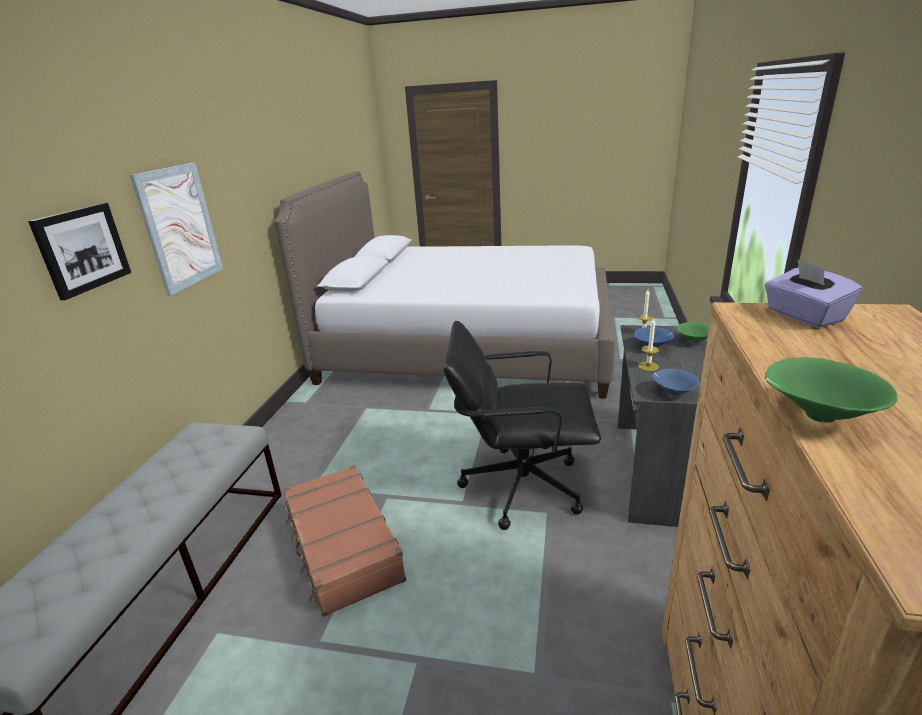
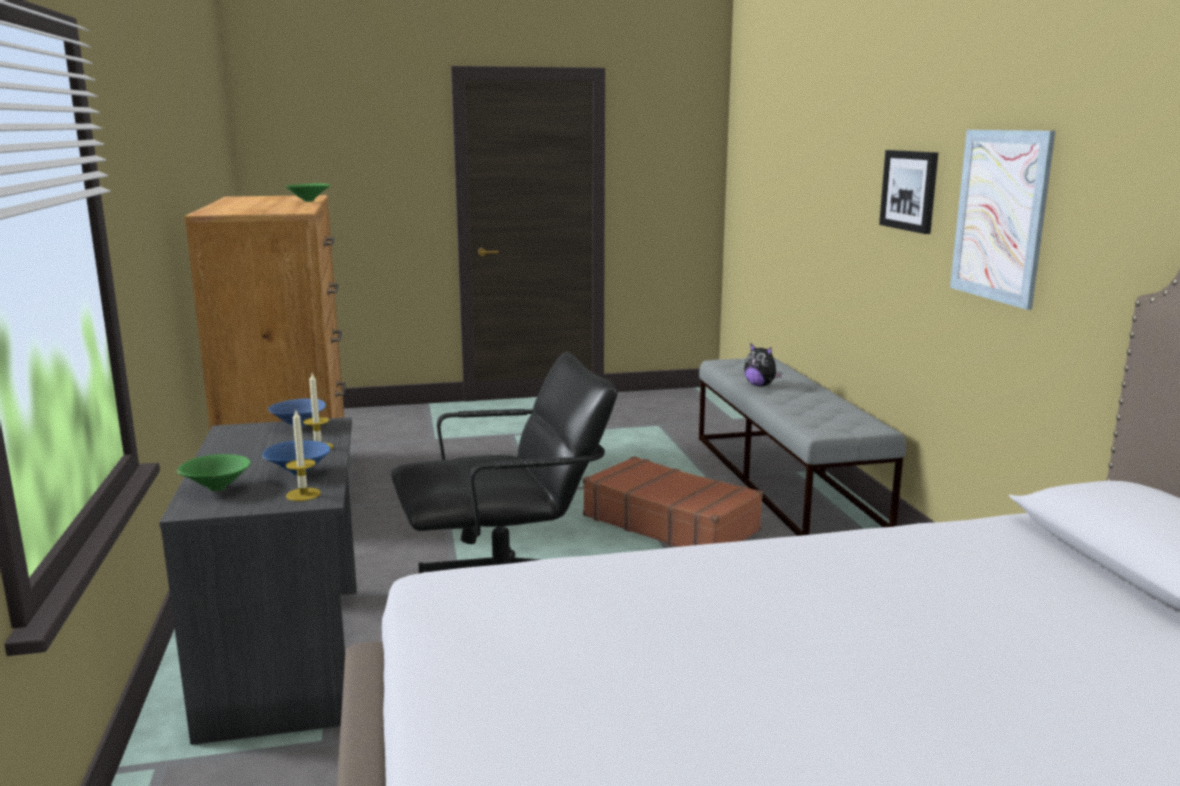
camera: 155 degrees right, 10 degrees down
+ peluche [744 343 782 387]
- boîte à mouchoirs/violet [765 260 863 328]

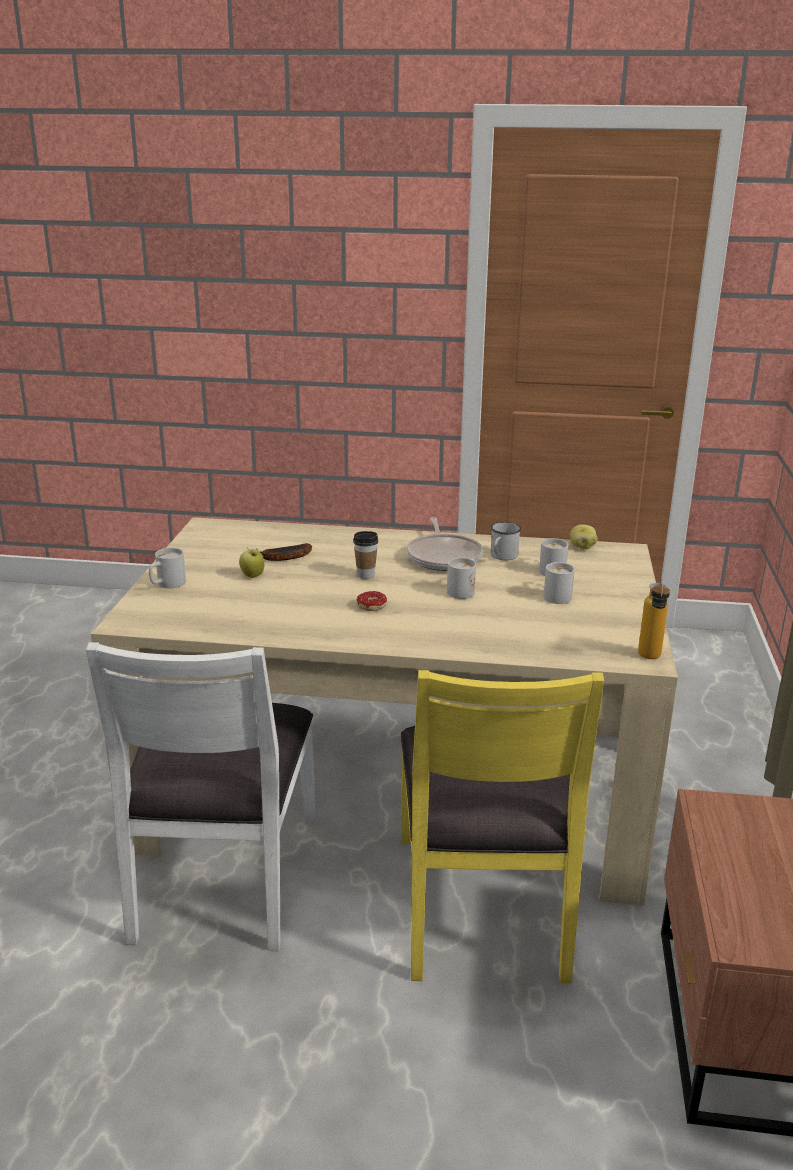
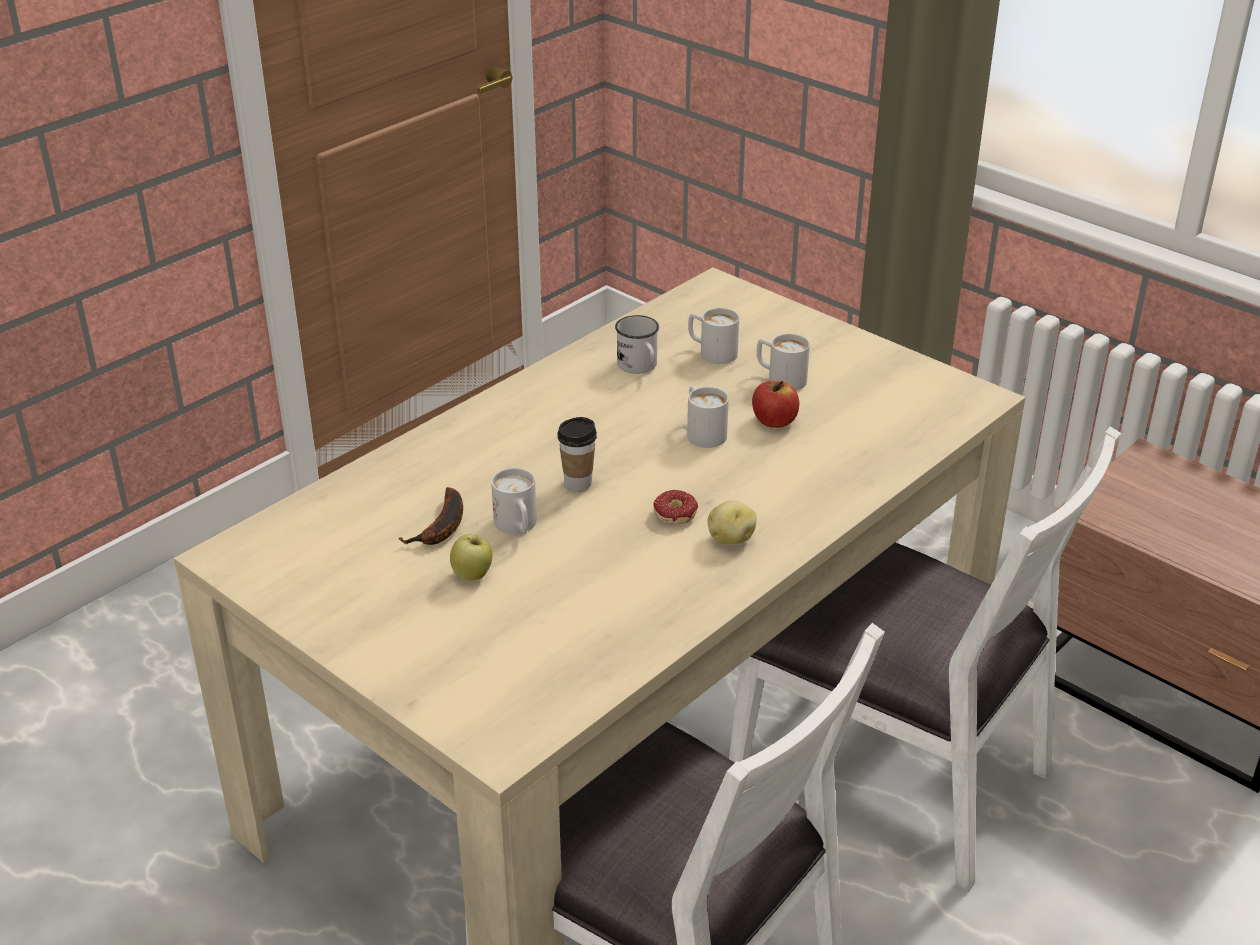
camera: 55 degrees left, 10 degrees up
~ mug/blanc [149 548 186 588] to [491 468 537 534]
~ pomme de terre [569 524 597 550] to [707 500 757 544]
~ chaise/jaune [401 670 604 984] to chaise/blanc [729 426 1121 892]
+ pomme [752 381 799 428]
- poêle [407 517 484 571]
- bouteille [638 579 670 659]

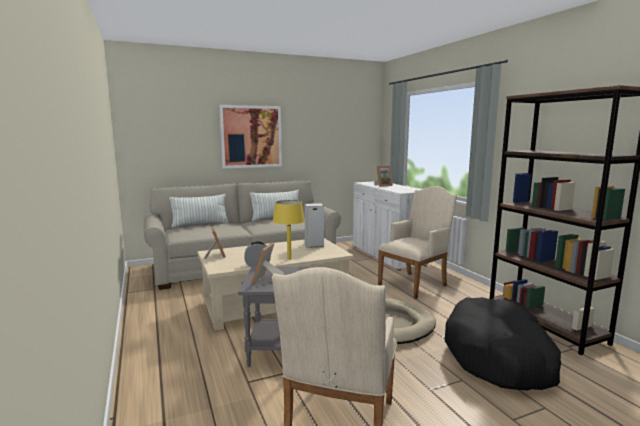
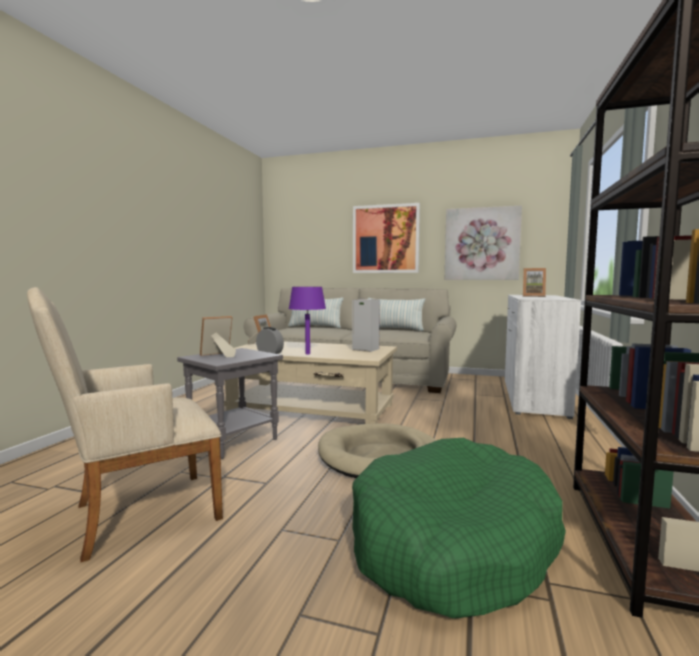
camera: 40 degrees right, 5 degrees down
~ lampe de table/jaune [273 200 305 260] to lampe de table/violet [289 287 326 354]
~ panier pour chien/noir [445 297 561 390] to panier pour chien/vert [352 438 566 618]
+ tableau [445 206 522 280]
- fauteuil/beige [378 186 457 299]

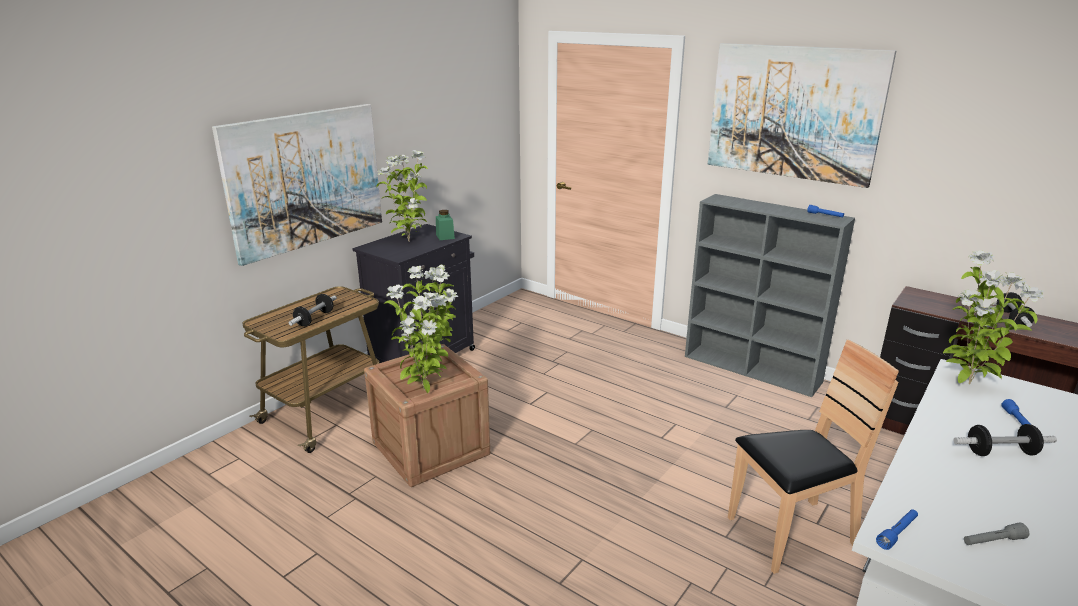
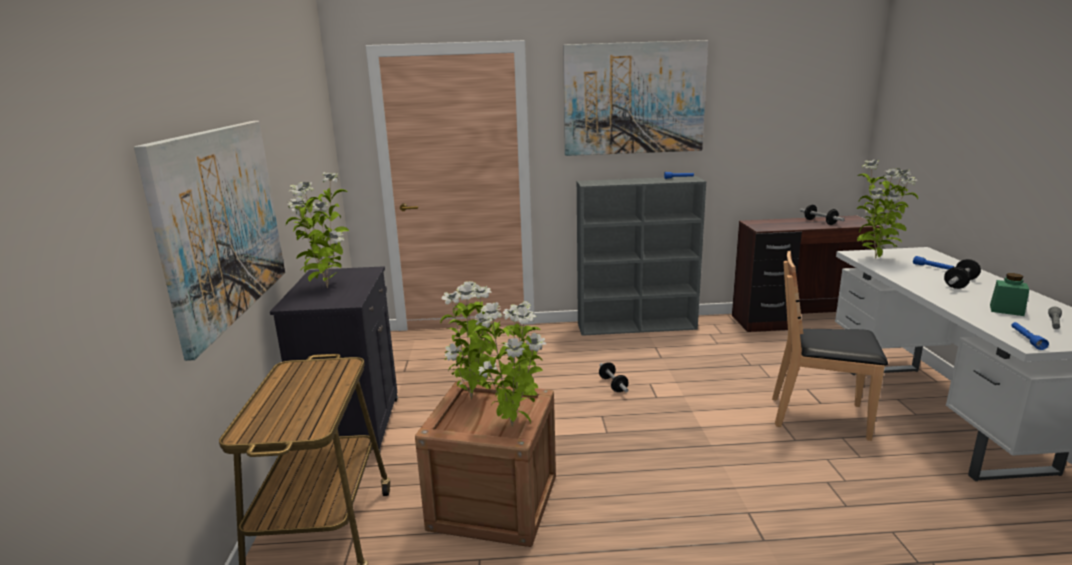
camera: 40 degrees left, 5 degrees down
~ haltère [288 294 337 326] to [599 362 628 392]
~ chaise/marron [728 340 899 574] = [772 251 888 441] 105 degrees counterclockwise
~ bocal/vert [436 210 455 240] to [990 273 1029 316]

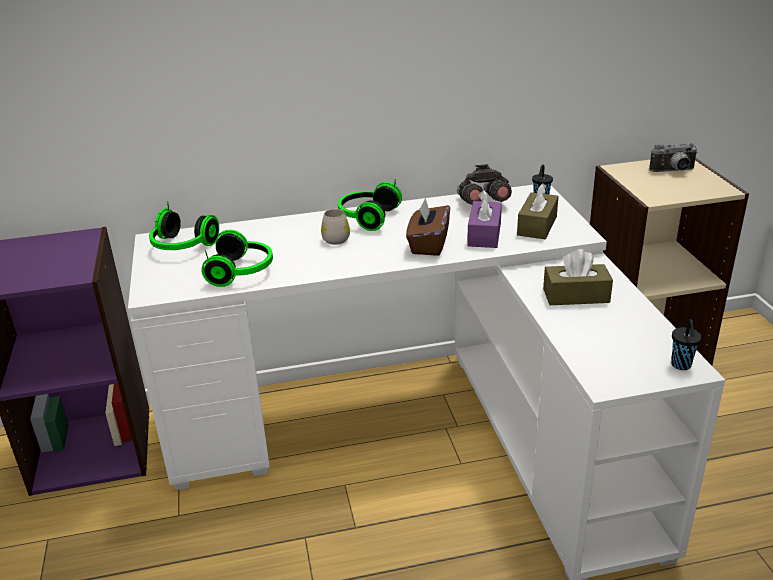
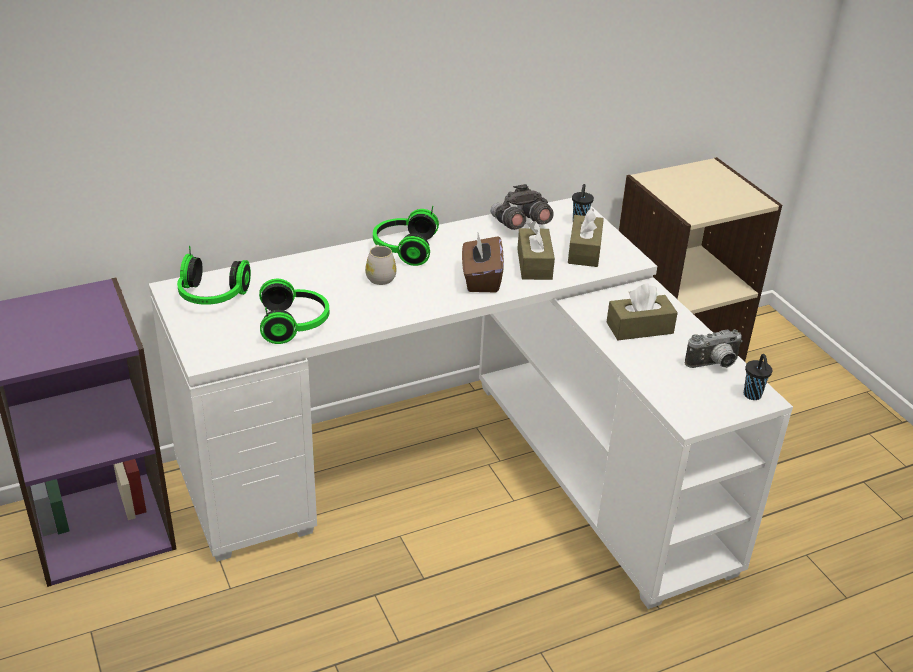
camera: 15 degrees left, 5 degrees up
~ boîte à mouchoirs/violet [467 191 502 248] to boîte à mouchoirs/marron [517 221 555 280]
~ appareil photo [649 143 698 172] to [685 329 743 368]

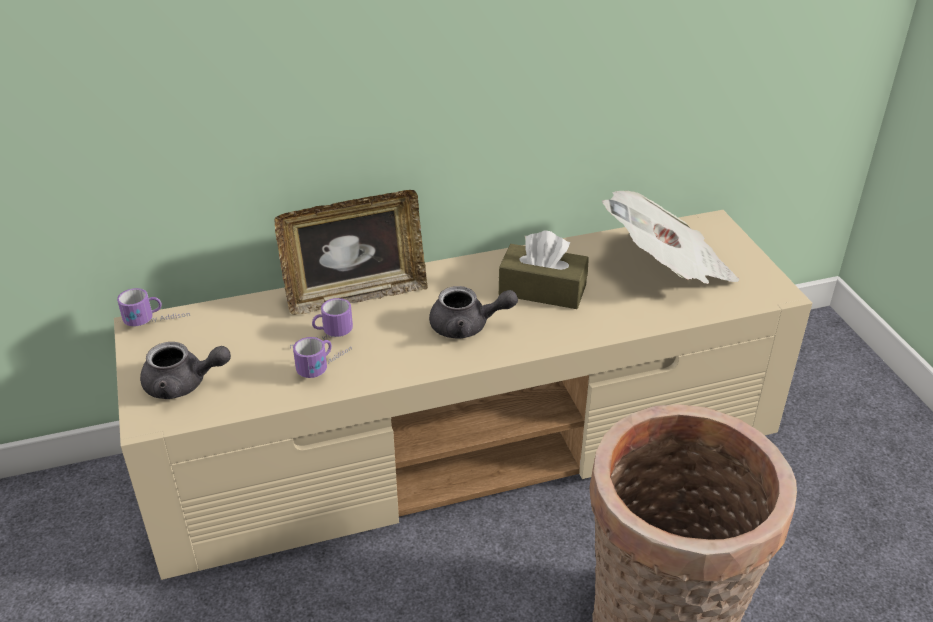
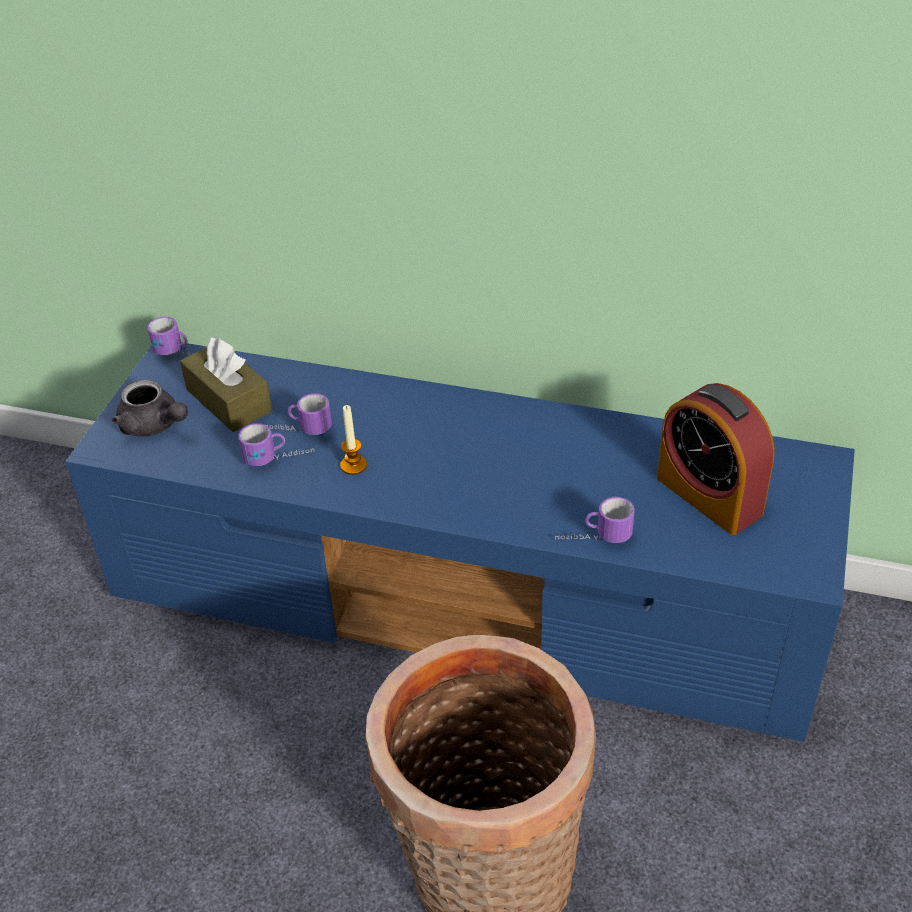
camera: 35 degrees right, 5 degrees up
~ meuble télé/beige [114 210 812 580] to meuble télé/bleu [65 342 855 742]
~ boîte à mouchoirs/marron [499 231 589 309] to [180 338 273 432]
+ bougie [340 405 367 475]
+ mug [555 497 635 543]
~ journal [602 191 739 284] to réveil [657 383 775 535]
- cadre photo [275 190 428 315]
- théière/gris [429 286 518 338]

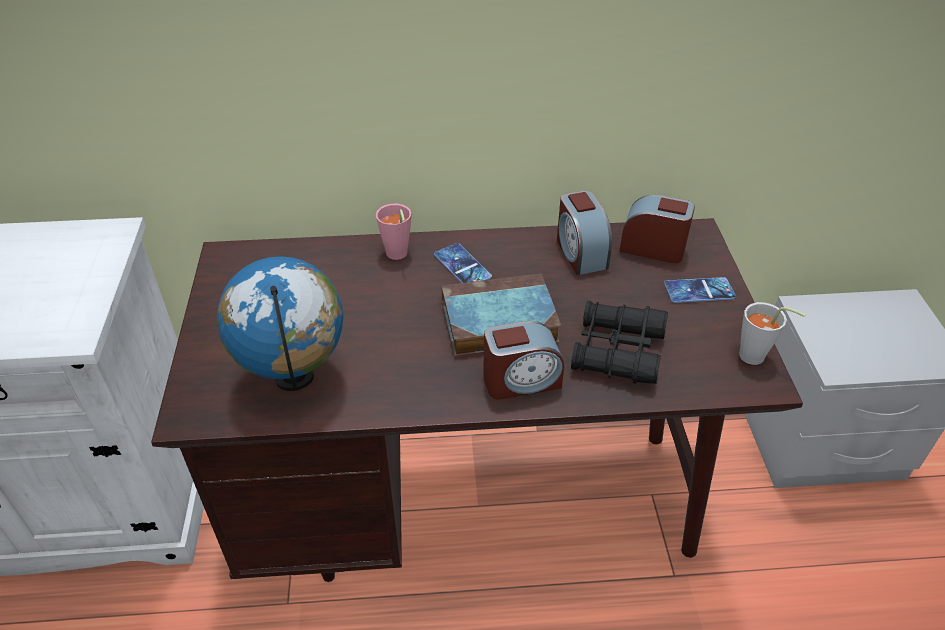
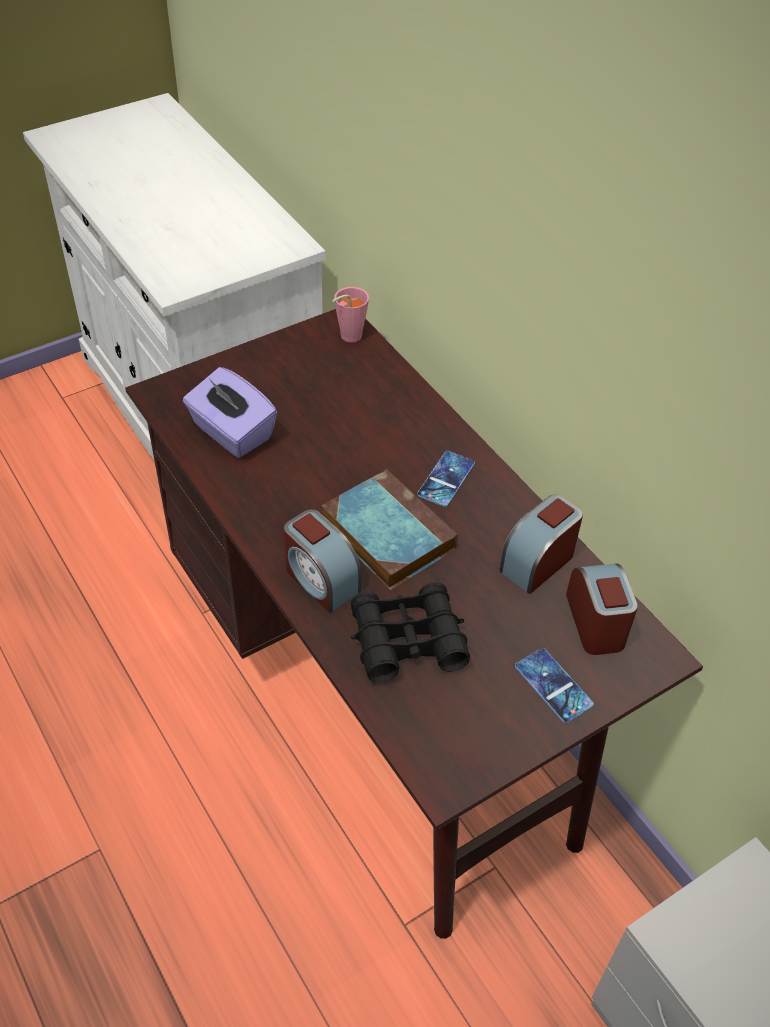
camera: 60 degrees right, 5 degrees up
~ globe [217 256 343 391] to boîte à mouchoirs/violet [183 367 277 458]
~ tasse/rose [376 204 411 260] to [332 287 369 342]
- tasse/gris [739 302 806 365]

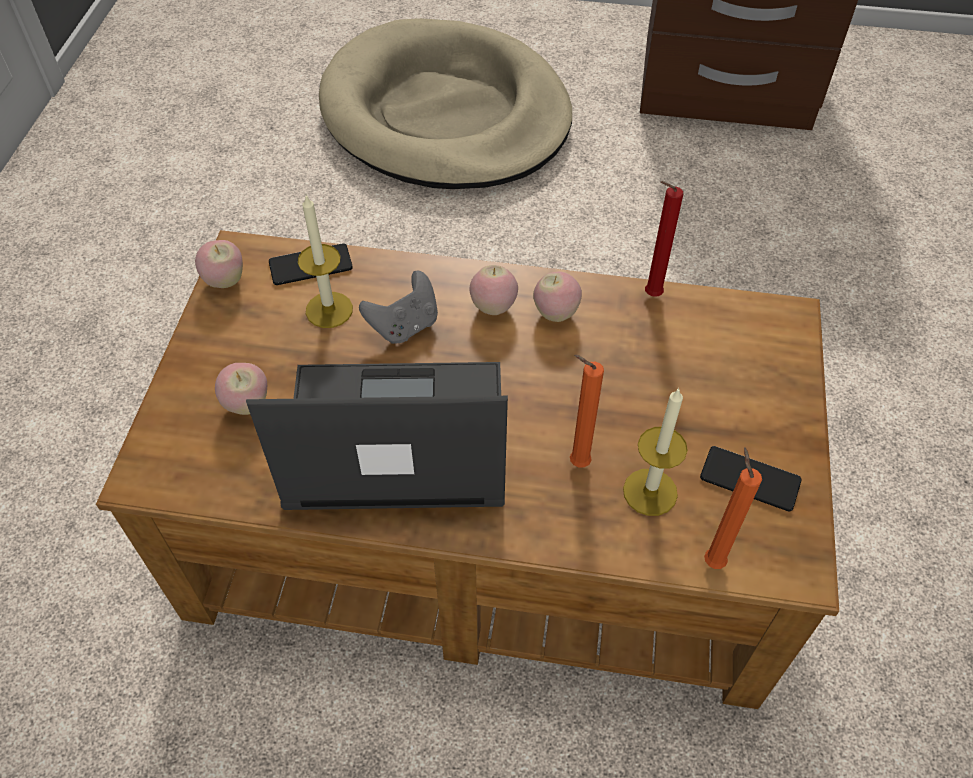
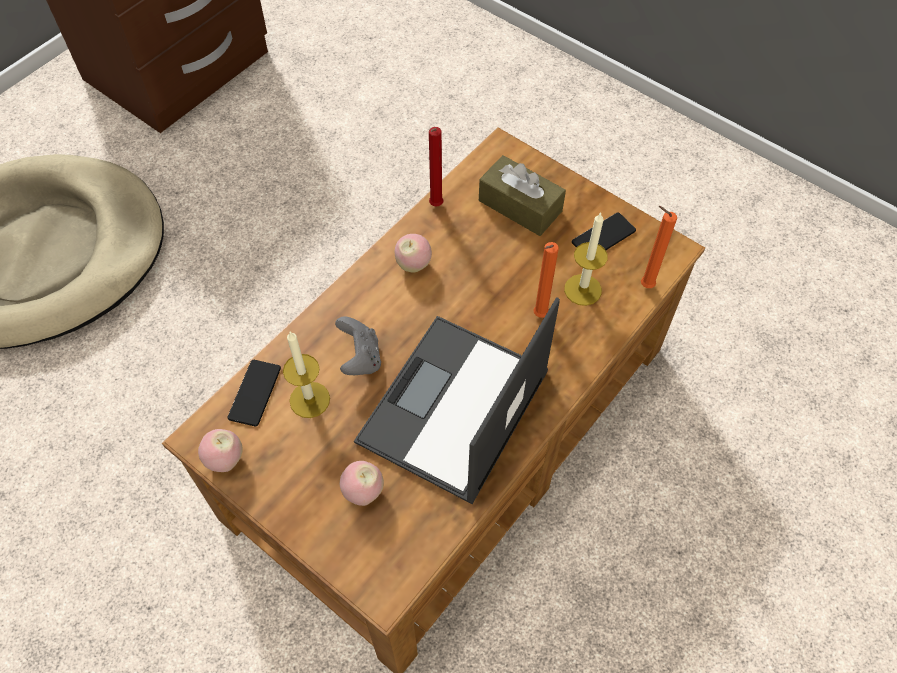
camera: 60 degrees left, 5 degrees up
+ boîte à mouchoirs/marron [479 155 566 236]
- pomme [469 265 518 315]

